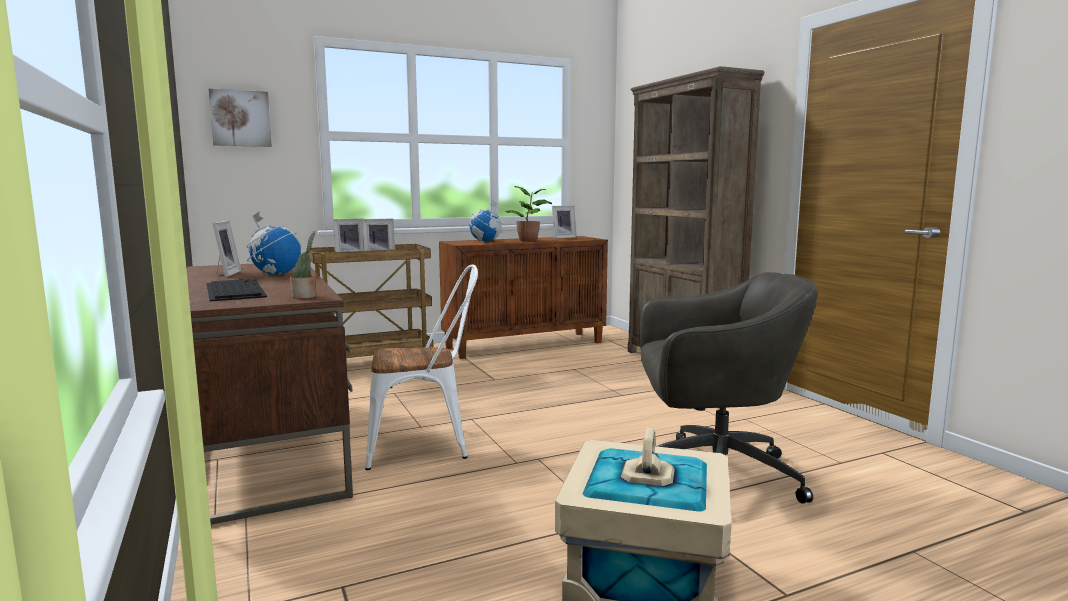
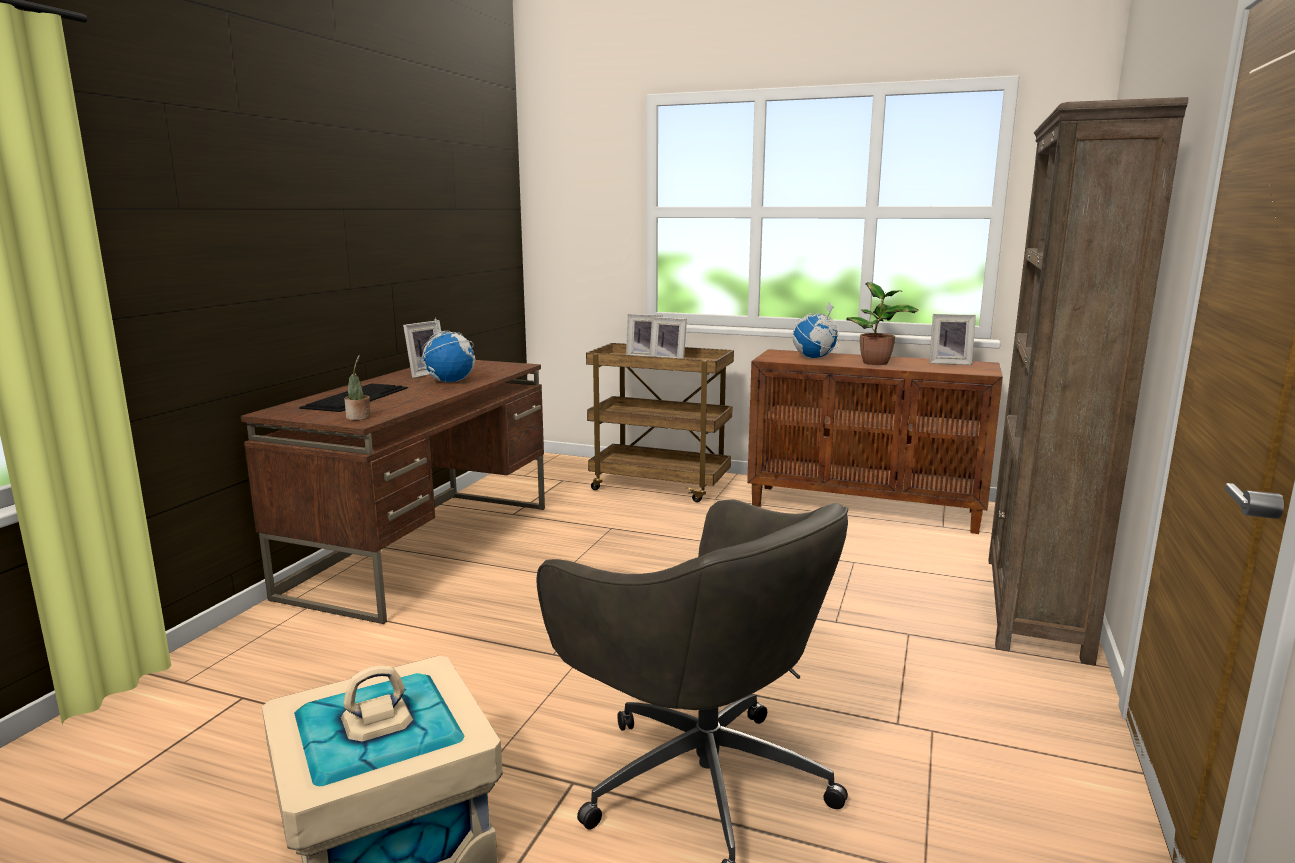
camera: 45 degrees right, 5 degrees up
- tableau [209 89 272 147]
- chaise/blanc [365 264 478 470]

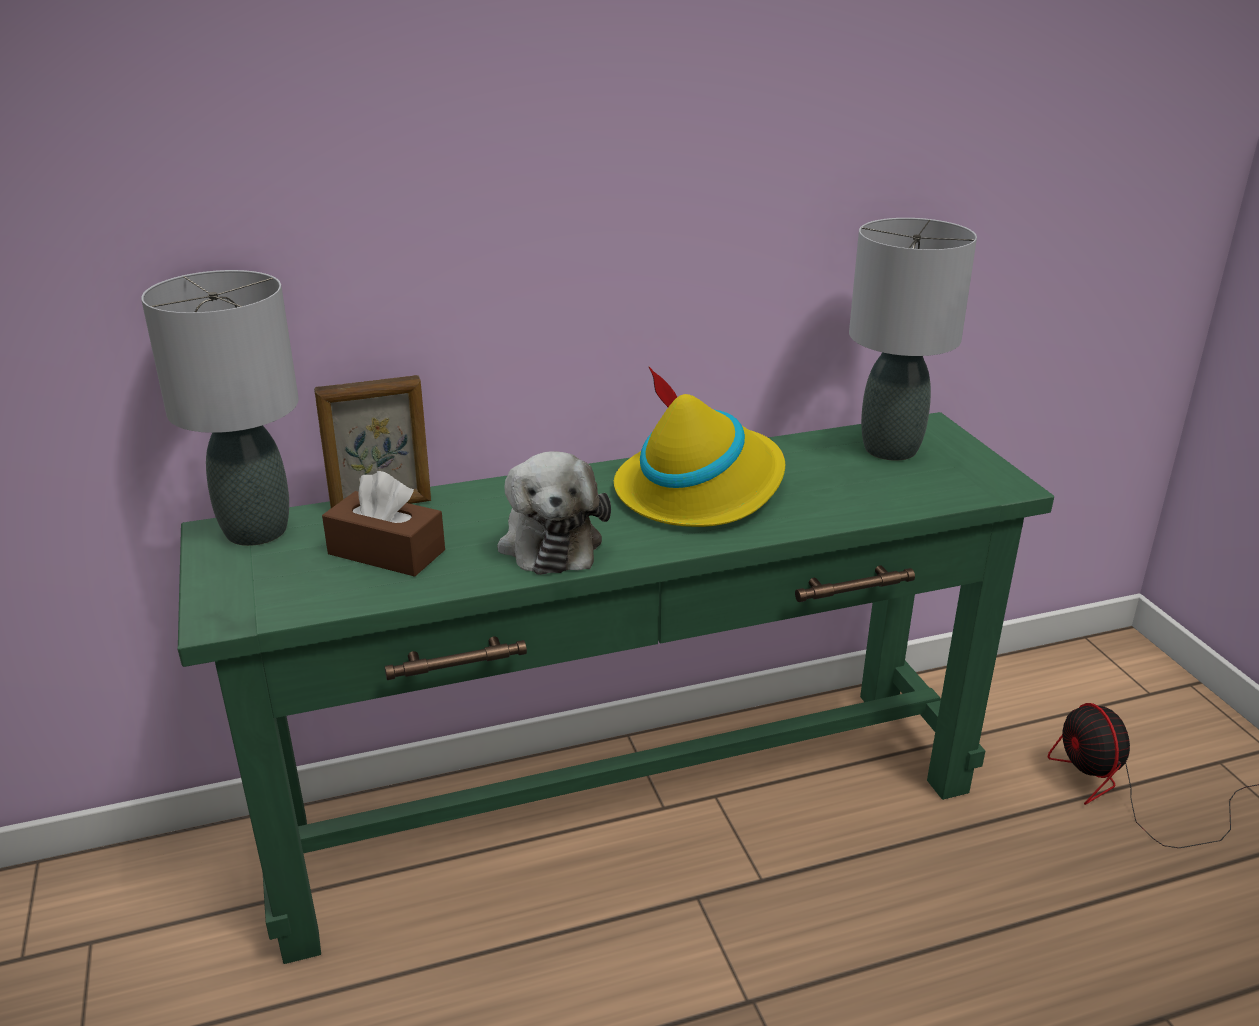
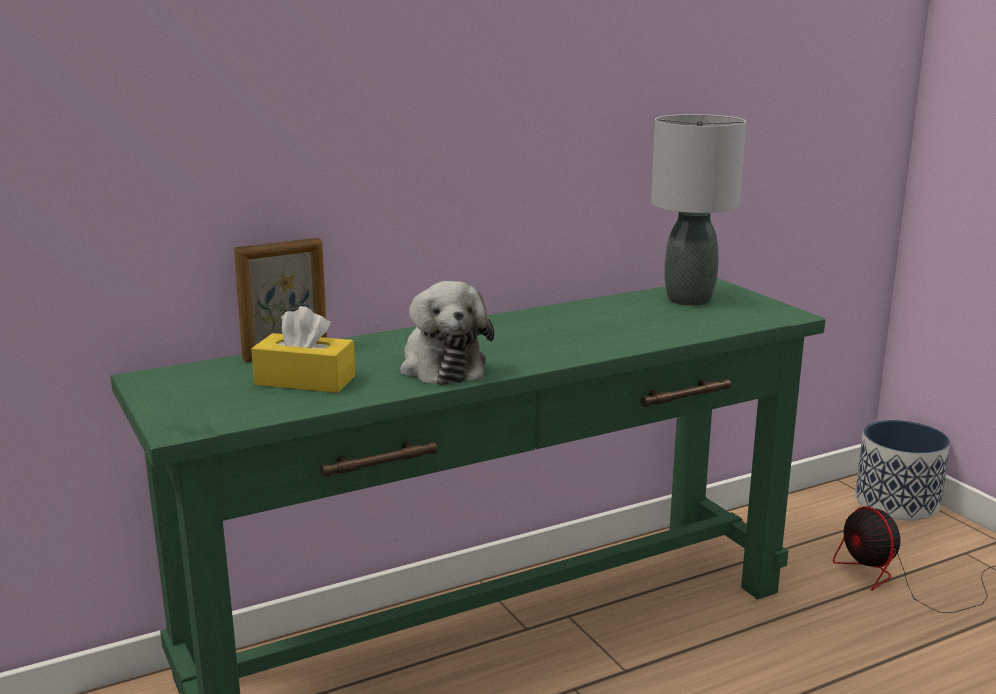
camera: 10 degrees left, 10 degrees down
~ boîte à mouchoirs/marron [322 471 445 577] to boîte à mouchoirs/jaune [251 306 355 393]
+ cache-pot [855 420 950 521]
- lampe de table/gris [141 270 299 546]
- chapeau/jaune [614 367 785 527]

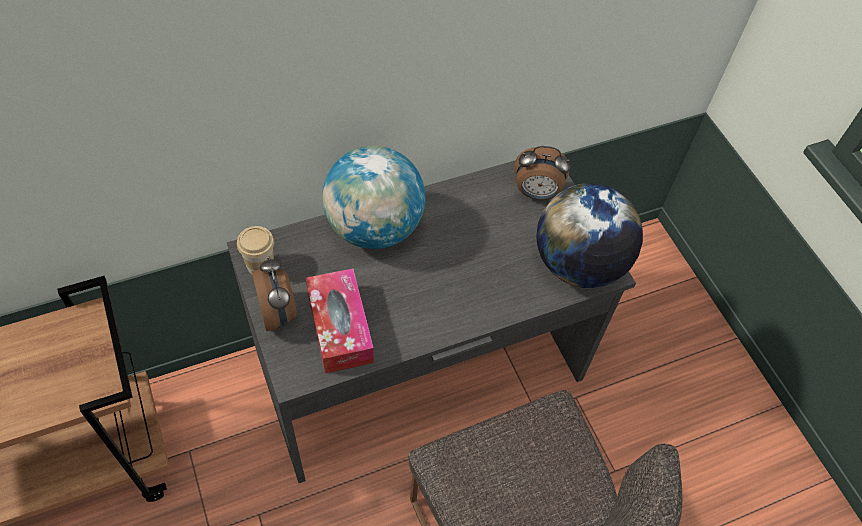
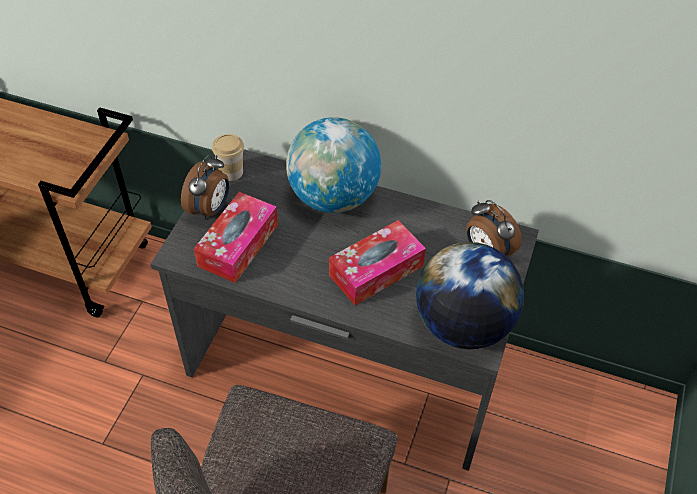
camera: 45 degrees right, 5 degrees down
+ boîte à mouchoirs [329 220 426 305]

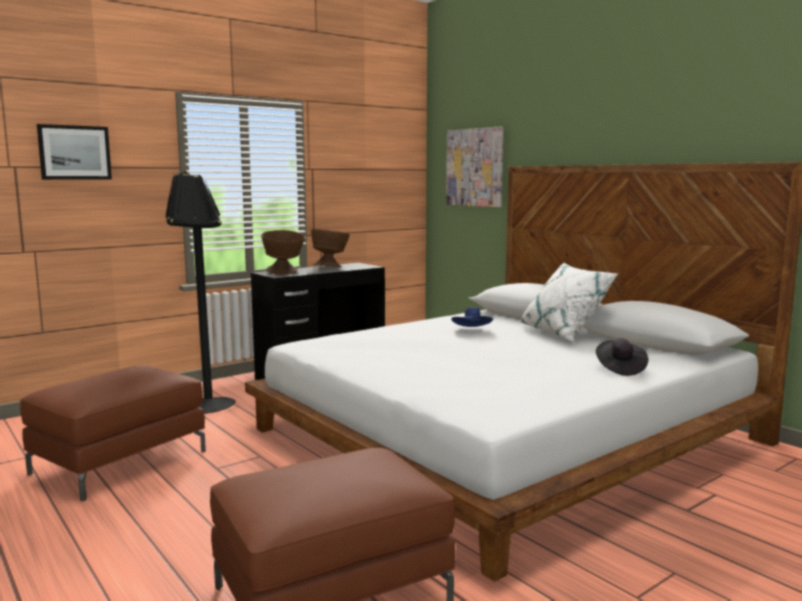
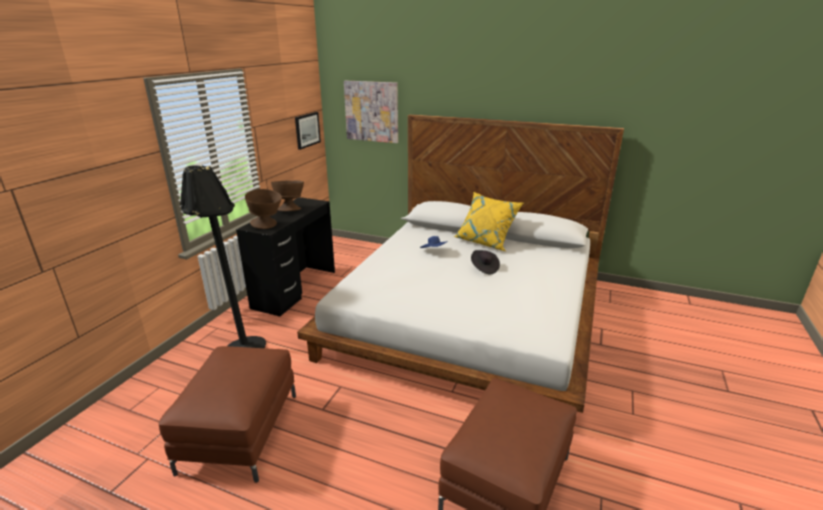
camera: 30 degrees left, 15 degrees up
~ tableau [37 124 112 180] to [295 112 321 150]
~ coussin/blanc [520 263 618 342] to coussin/jaune [453 192 523 251]
~ chapeau/noir [596 338 648 376] to [471 250 500 274]

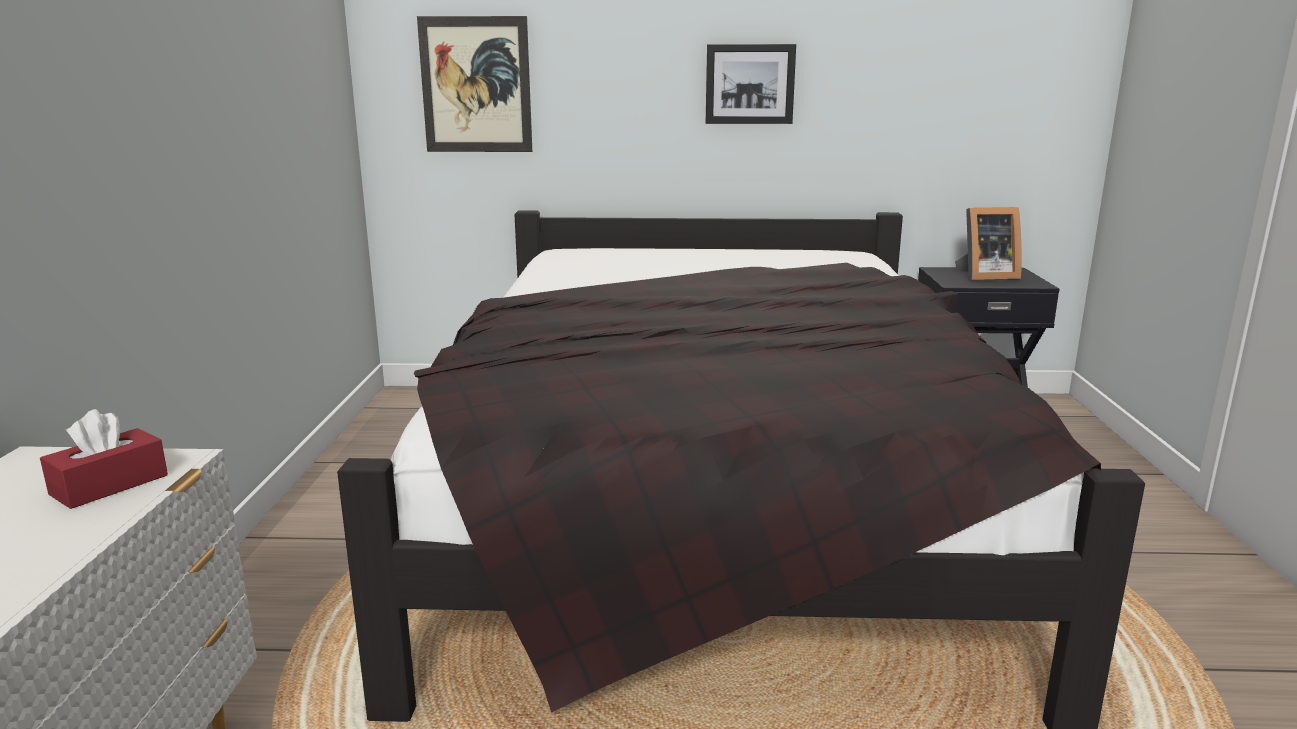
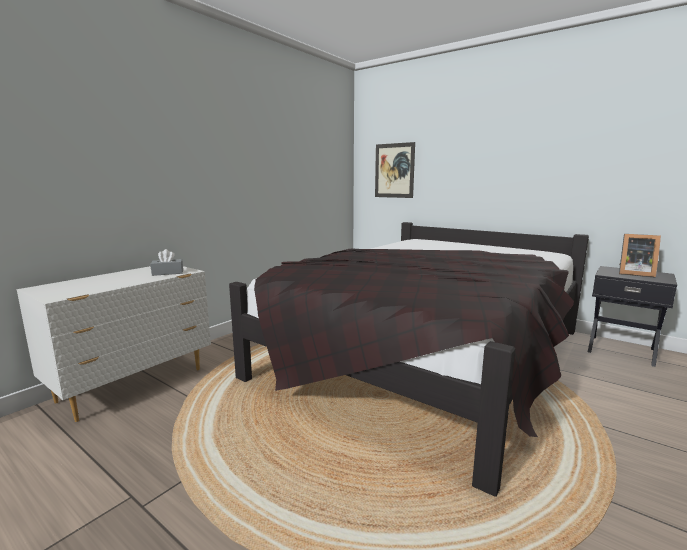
camera: 35 degrees right, 5 degrees down
~ boîte à mouchoirs/rouge [40 409 168 509] to boîte à mouchoirs/gris [150 249 183 276]
- tableau [706 44 796 124]

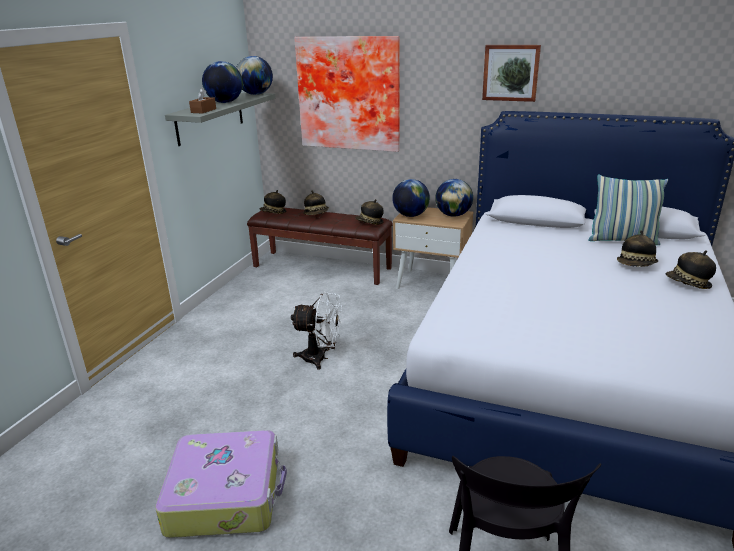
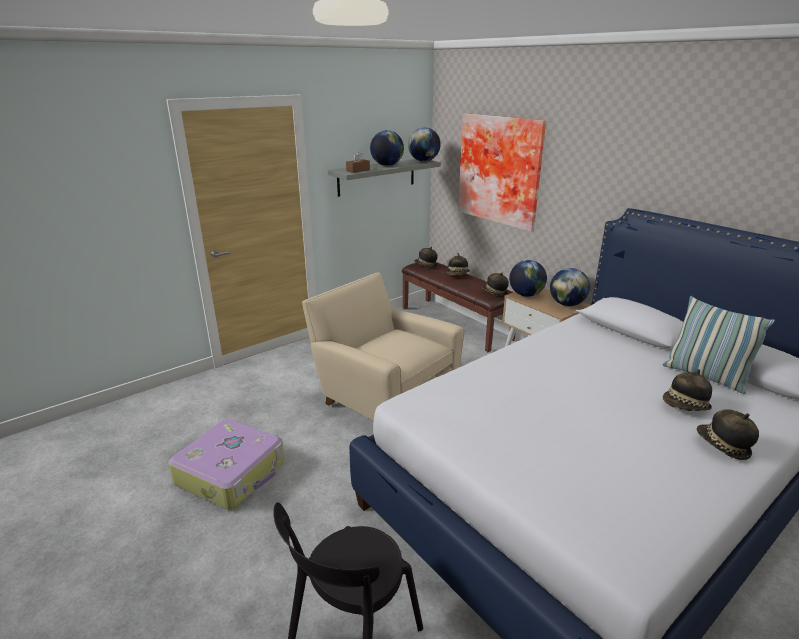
camera: 30 degrees right, 0 degrees up
~ ventilateur/blanc [290 292 342 370] to fauteuil/beige [302 272 464 421]
- tableau [482 45 541 102]

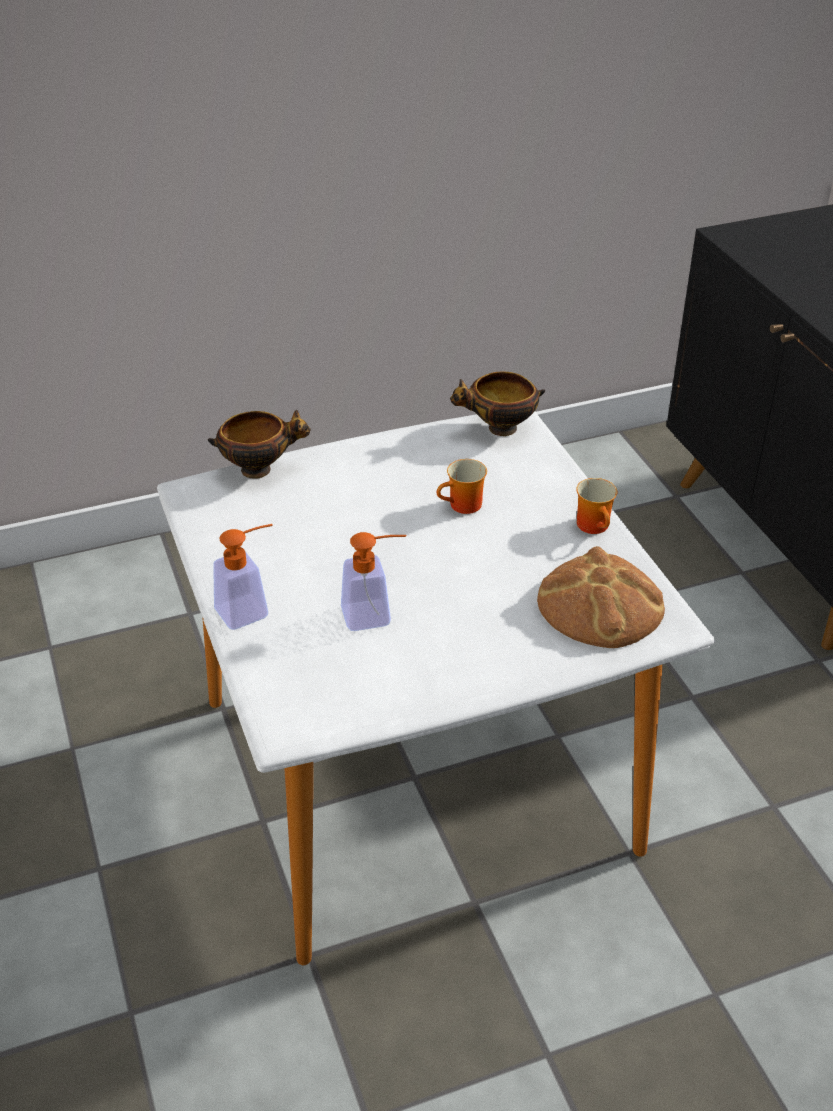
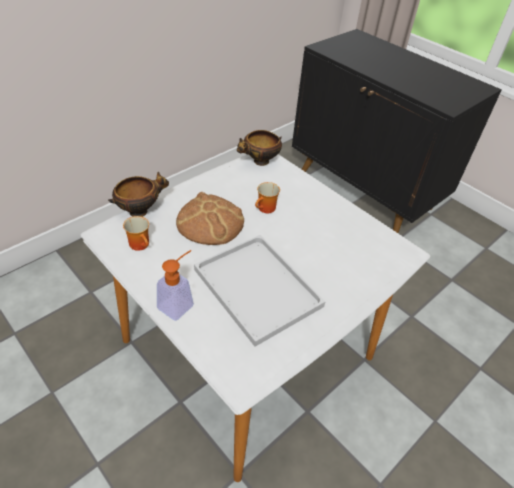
camera: 25 degrees left, 5 degrees up
~ mug [576 478 617 534] to [123 216 149 251]
~ pain [537 546 665 648] to [176 192 244 245]
~ distributeur de savon [341 532 406 631] to plateau/blanc [194 235 325 347]

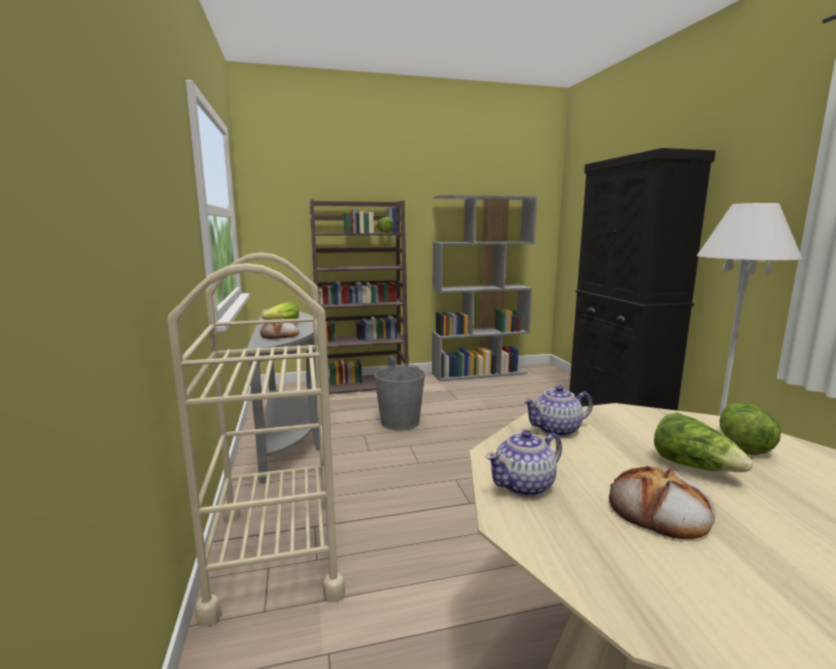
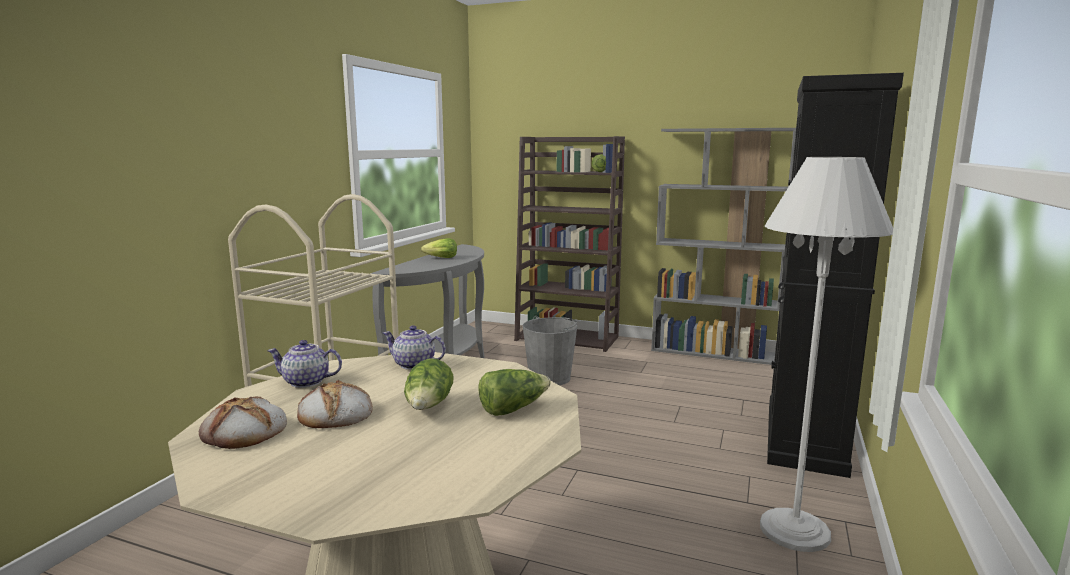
camera: 35 degrees right, 0 degrees up
~ pain [260 318 299 339] to [199 396 287 449]

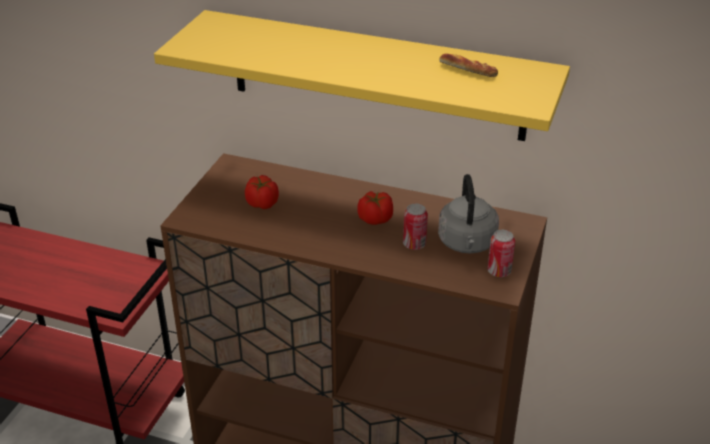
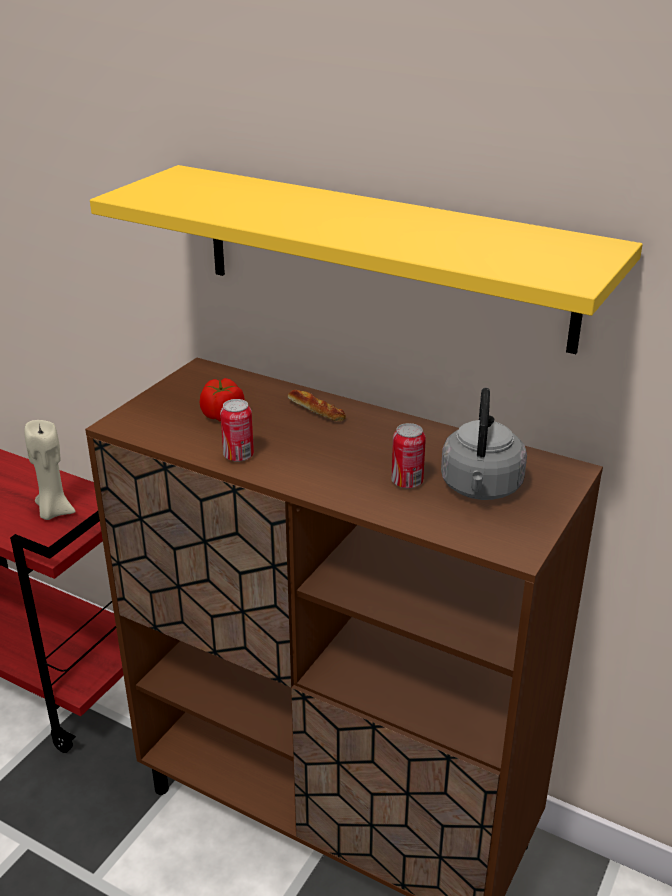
camera: 10 degrees right, 5 degrees down
+ bougie/beige [24 420 76 520]
~ boîte métallique [488 230 515 277] to [220 399 254 462]
~ pain [439 53 498 77] to [288 389 346 421]
- tomate [357 191 393 225]

